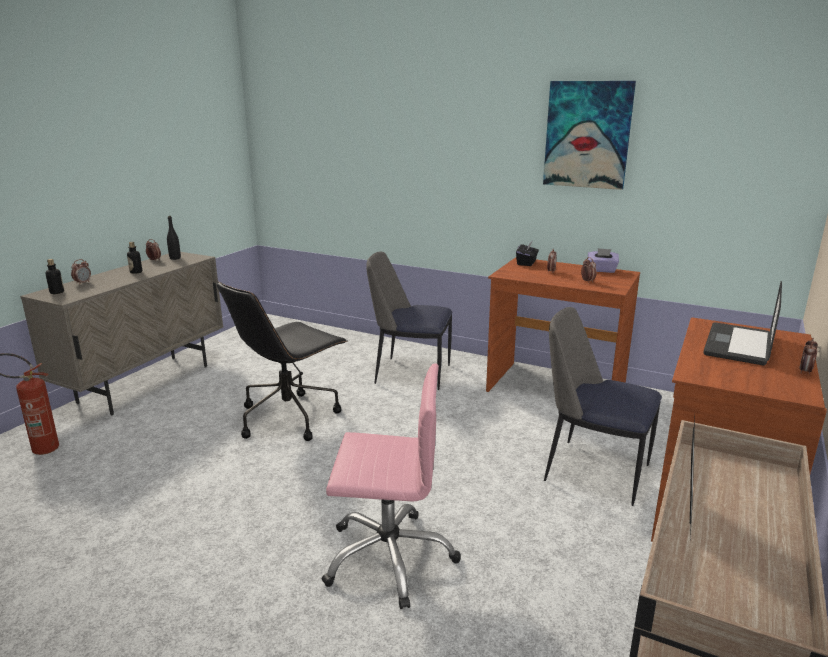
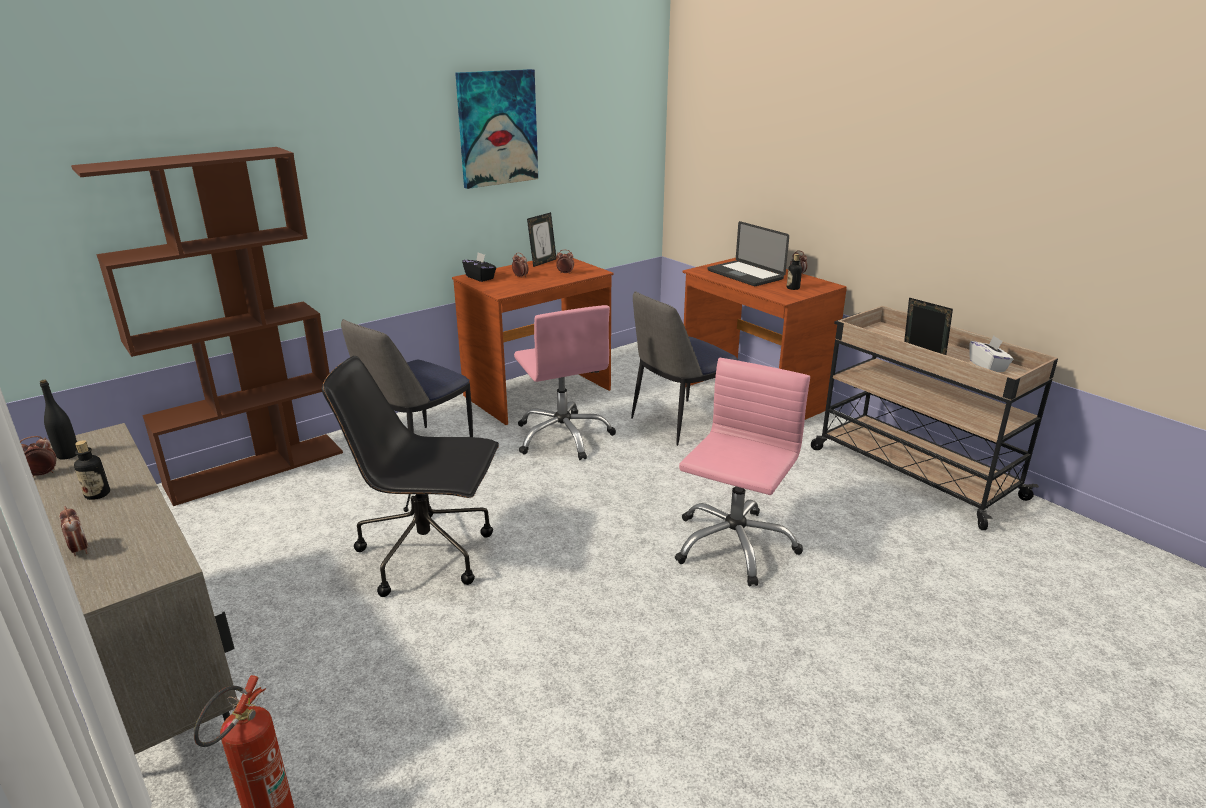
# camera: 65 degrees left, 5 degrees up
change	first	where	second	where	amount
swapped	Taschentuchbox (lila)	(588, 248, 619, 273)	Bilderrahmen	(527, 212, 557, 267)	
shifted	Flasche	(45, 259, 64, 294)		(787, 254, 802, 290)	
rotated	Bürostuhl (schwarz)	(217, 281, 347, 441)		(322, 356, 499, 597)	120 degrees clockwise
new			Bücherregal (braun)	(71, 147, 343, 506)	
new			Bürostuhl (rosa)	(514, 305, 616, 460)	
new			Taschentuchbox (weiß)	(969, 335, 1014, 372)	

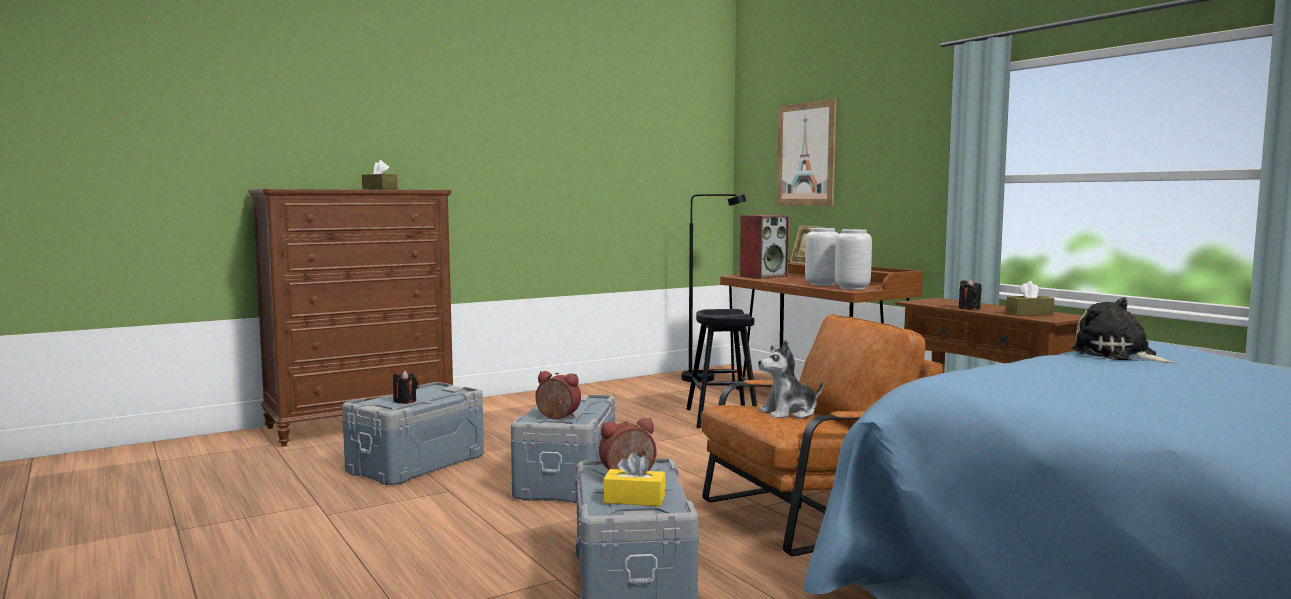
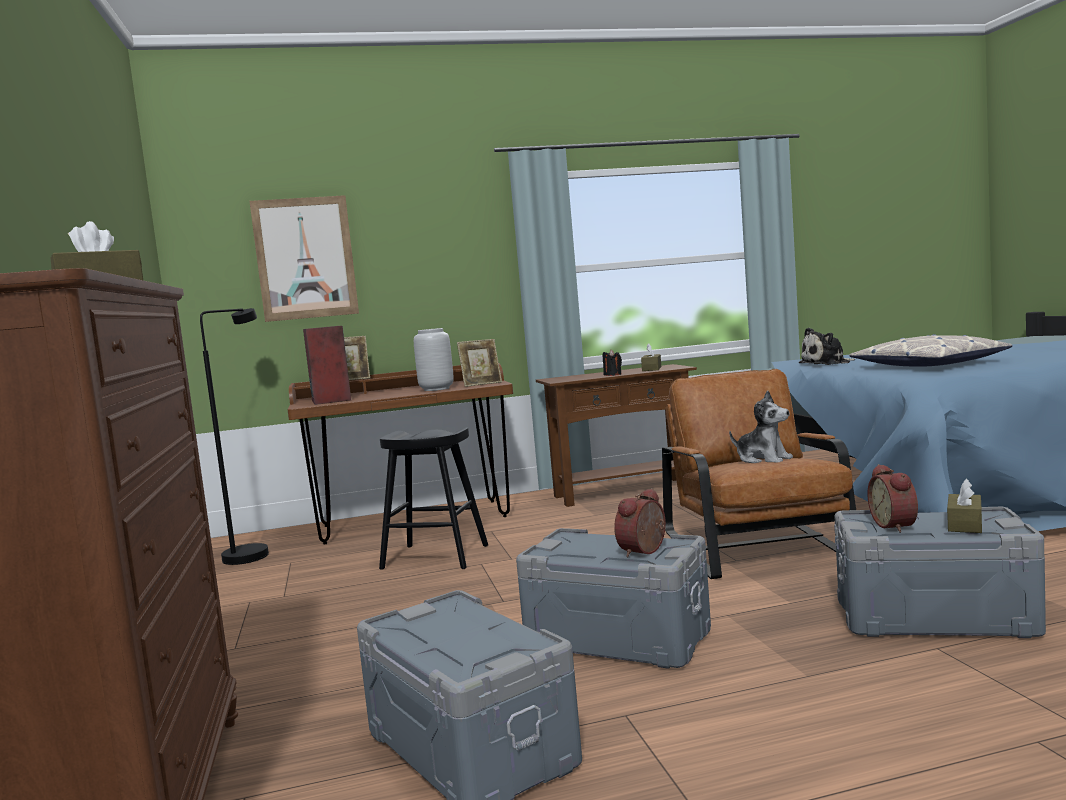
# camera: 70 degrees left, 0 degrees up
change	first	where	second	where	amount
swapped	Vase (grau)	(835, 229, 872, 290)	Bilderrahmen	(457, 339, 502, 387)	
rotated	Plüschtier	(758, 340, 823, 419)		(729, 391, 793, 463)	45 degrees counterclockwise
gone	Kerze (schwarz)	(393, 370, 417, 404)			
repainted	Taschentuchbox (gelb)	(603, 452, 666, 506)	Taschentuchbox (braun)	(947, 478, 982, 533)	
new			Kissen	(849, 334, 1013, 367)	

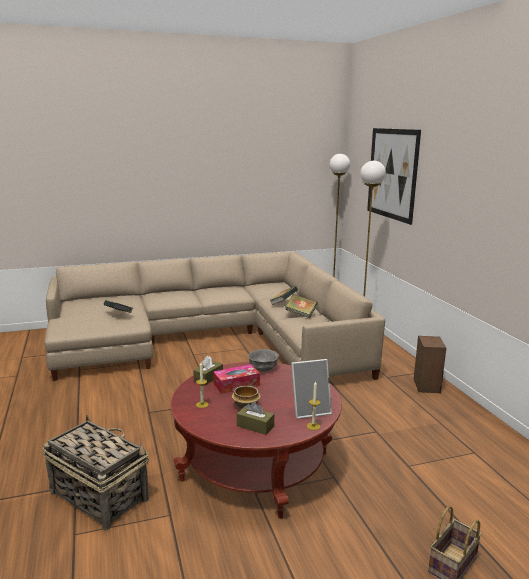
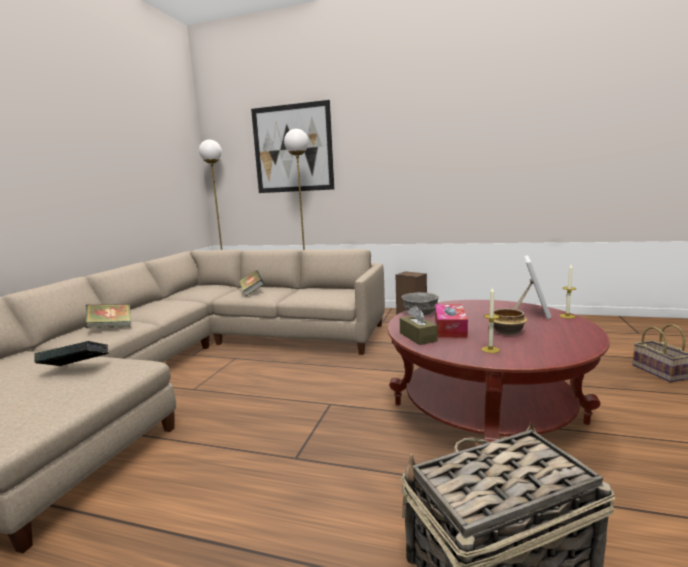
# camera: 55 degrees left, 5 degrees down
change	first	where	second	where	amount
shifted	Buch	(285, 294, 317, 318)		(85, 304, 131, 328)	
gone	Taschentuchbox (braun)	(237, 401, 274, 435)			

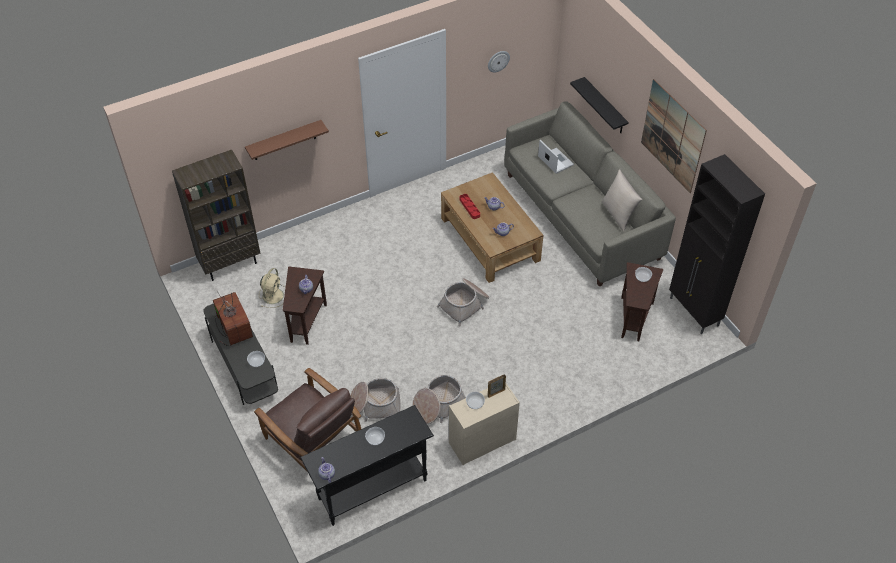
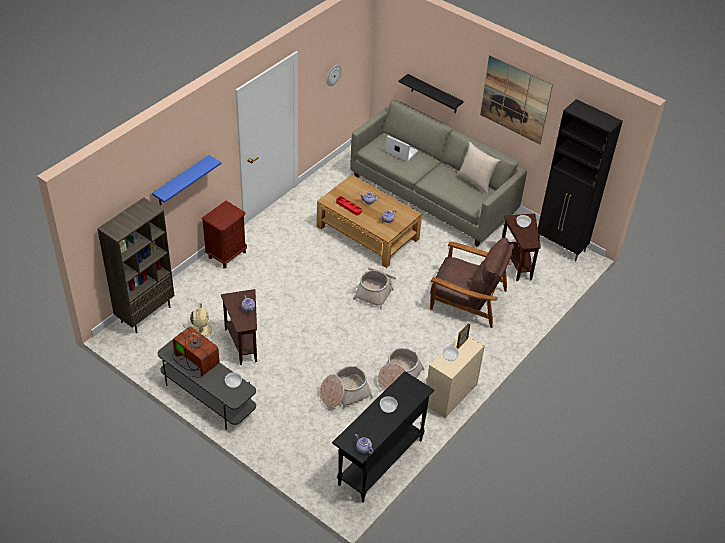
# camera: 25 degrees left, 5 degrees down
change	first	where	second	where	amount
repainted	Wandregal (braun)	(245, 120, 329, 160)	Wandregal (blau)	(152, 155, 221, 205)	
shifted	Sessel (braun)	(254, 368, 361, 471)		(430, 238, 514, 328)	
new			Nachttisch (braun)	(202, 201, 247, 268)	

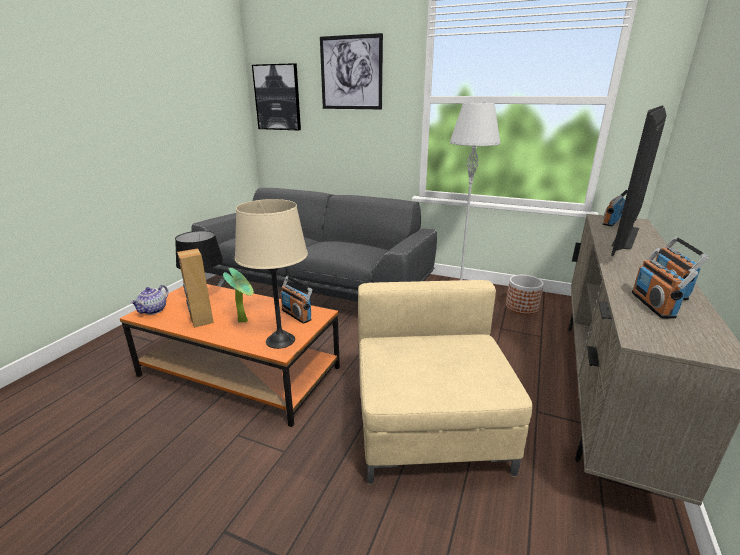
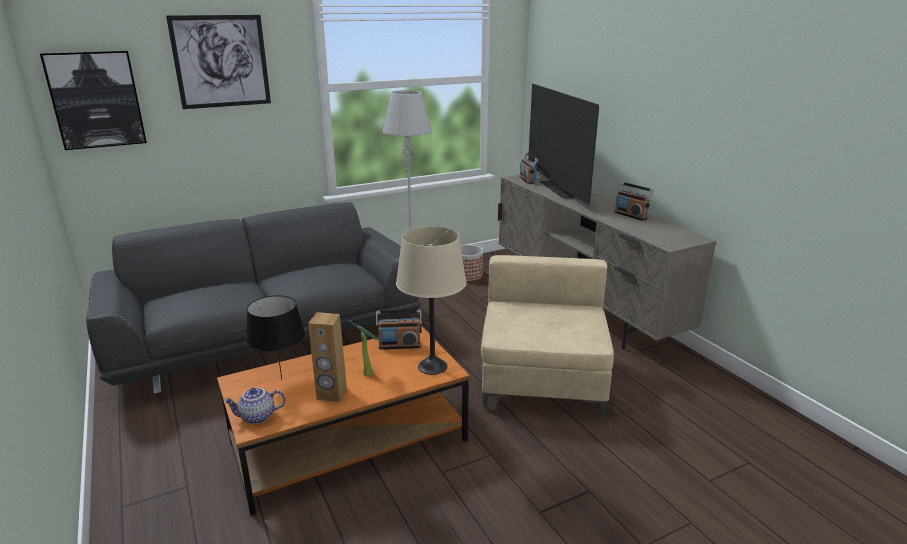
# camera: 50 degrees left, 0 degrees up
change	first	where	second	where	amount
gone	Radio	(631, 248, 698, 319)			
rotated	Sessel (beige)	(358, 280, 533, 484)		(481, 255, 614, 418)	60 degrees clockwise
rotated	Teekanne	(130, 285, 168, 315)		(223, 388, 285, 424)	105 degrees clockwise

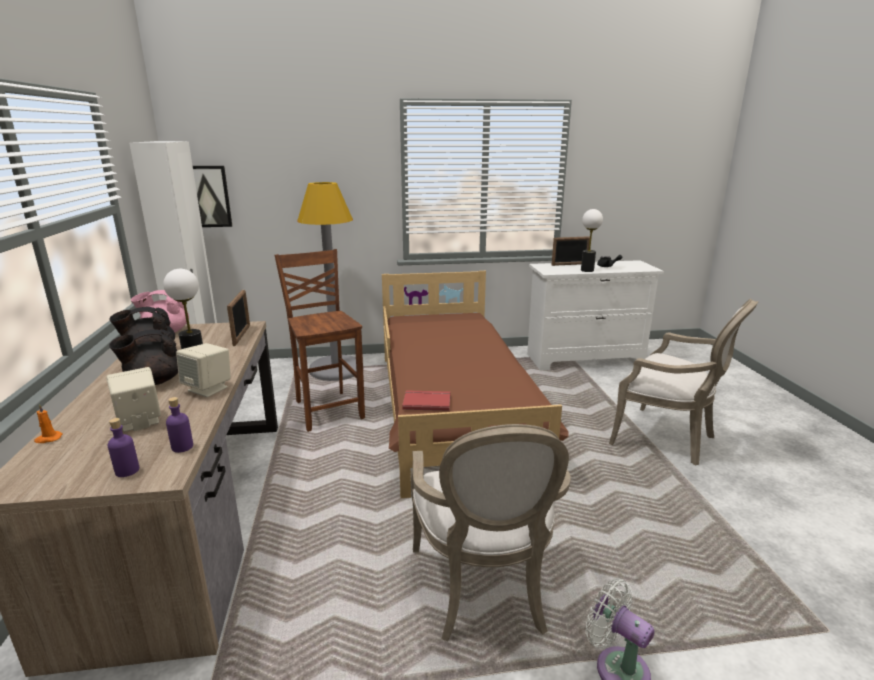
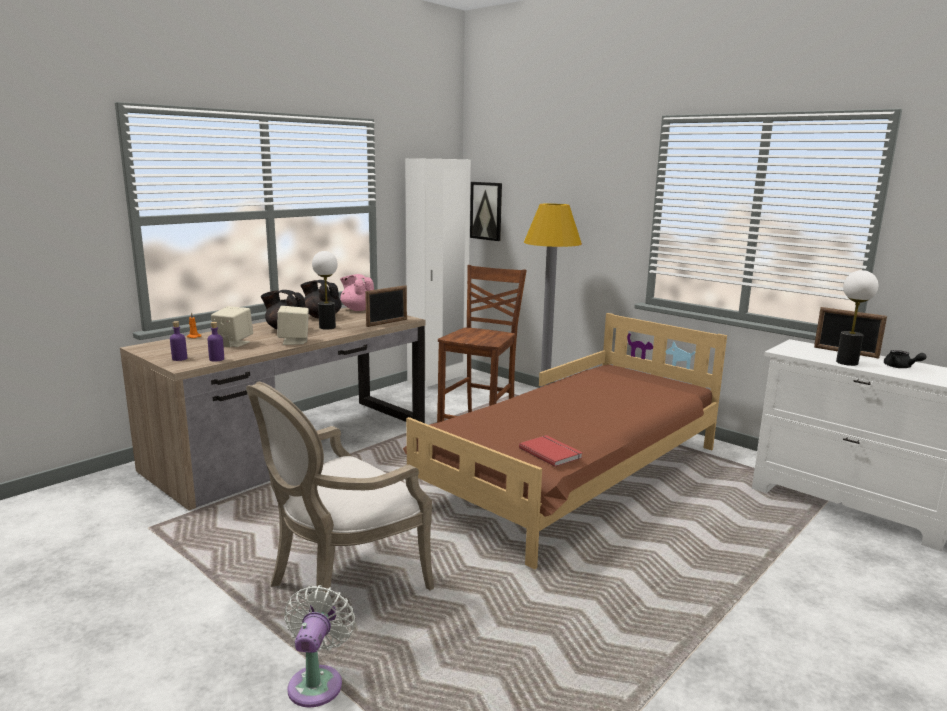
# camera: 50 degrees right, 5 degrees down
change	first	where	second	where	amount
gone	Sessel	(609, 299, 758, 466)			
shifted	Buch (rot)	(402, 390, 451, 411)		(519, 435, 583, 467)	

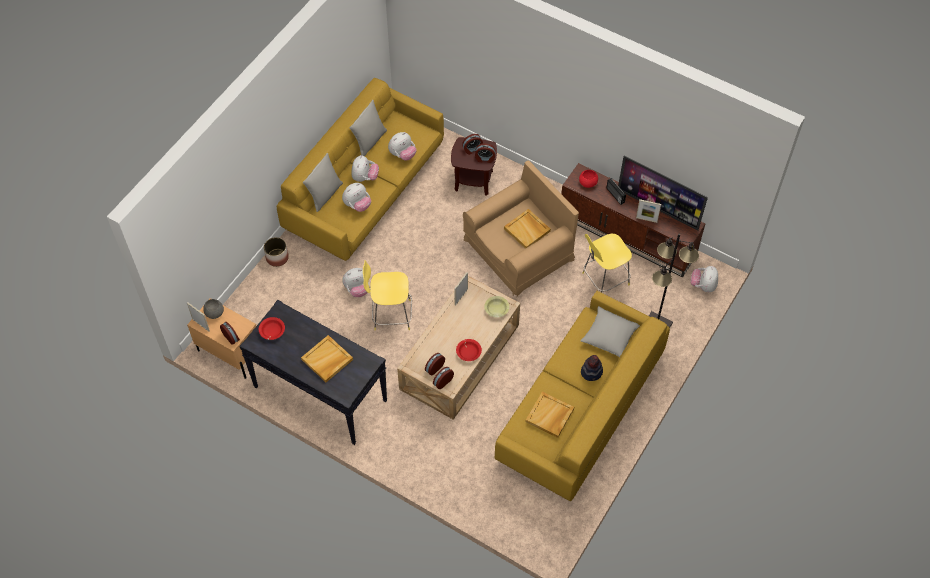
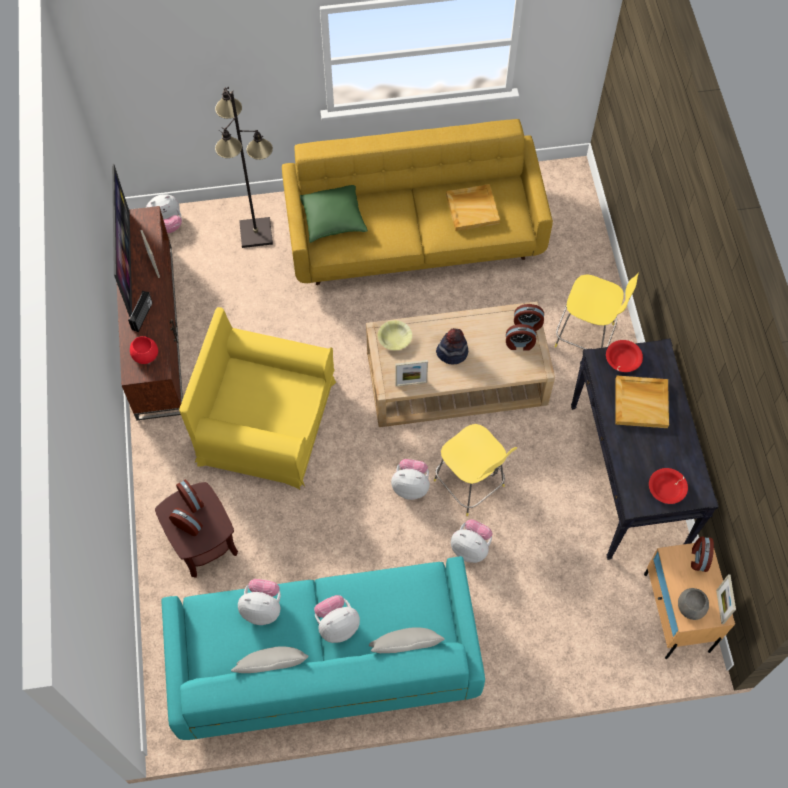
# camera: 130 degrees left, 5 degrees up
change	first	where	second	where	amount
repainted	Sofa (gelb)	(277, 78, 444, 261)	Sofa (türkis)	(161, 556, 485, 740)	
repainted	Sessel (braun)	(463, 160, 579, 296)	Sessel (gelb)	(179, 307, 336, 490)	
shifted	Plüschtier	(342, 183, 371, 212)		(391, 459, 430, 500)	
gone	Tablett (beige)	(504, 209, 551, 249)			
shifted	Hocker (gelb)	(582, 234, 632, 293)		(555, 272, 639, 349)	
gone	Pflanzkübel	(264, 237, 289, 267)			
repainted	Kissen (grau)	(580, 306, 640, 357)	Kissen (grün)	(300, 185, 368, 243)	
shifted	Schüssel (rot)	(456, 339, 482, 361)		(606, 340, 643, 372)	
shifted	Hut	(581, 355, 603, 381)		(436, 328, 468, 364)	

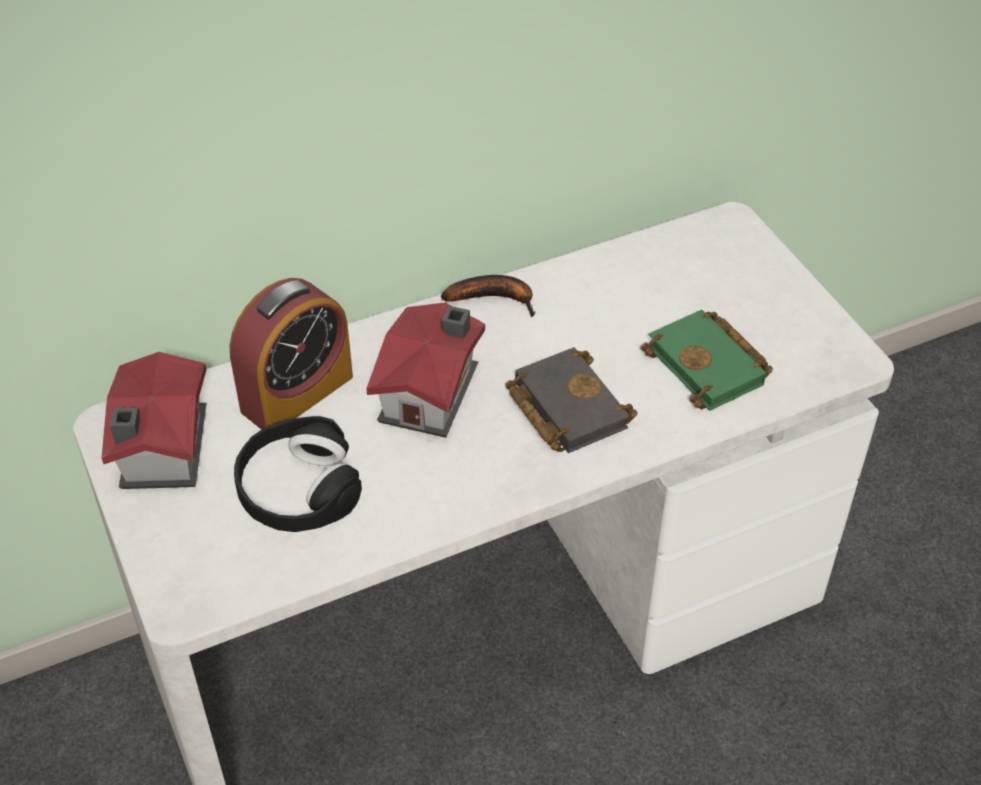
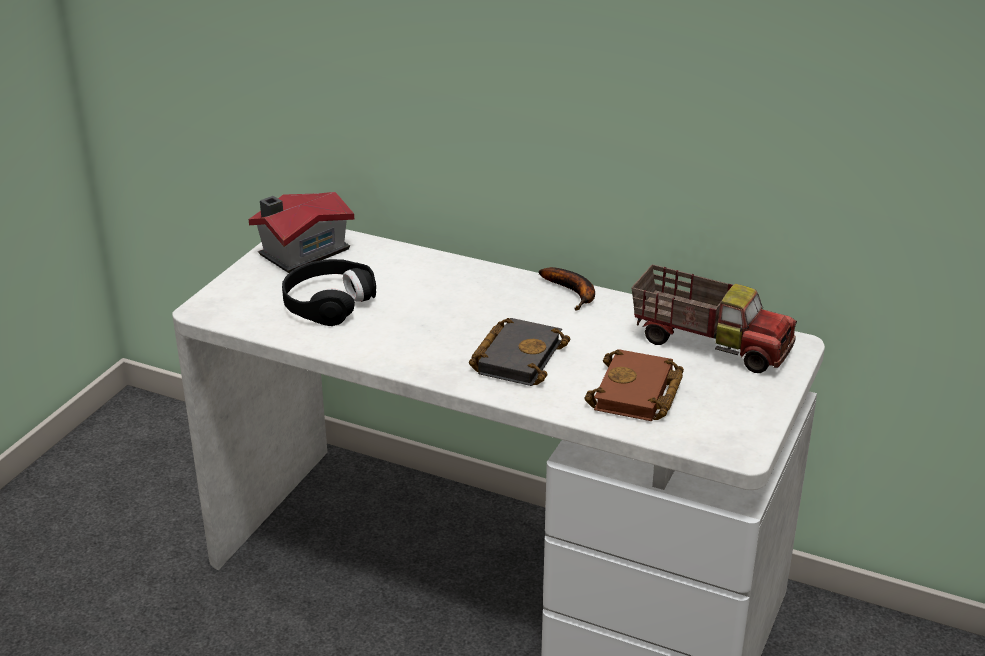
# camera: 50 degrees right, 15 degrees down
change	first	where	second	where	amount
gone	Wecker	(230, 278, 353, 430)			
gone	Spielzeughaus	(366, 303, 485, 438)			
repainted	Buch (grün)	(641, 310, 773, 411)	Buch (braun)	(584, 349, 684, 421)	
new			Spielzeuglaster	(631, 264, 797, 373)	

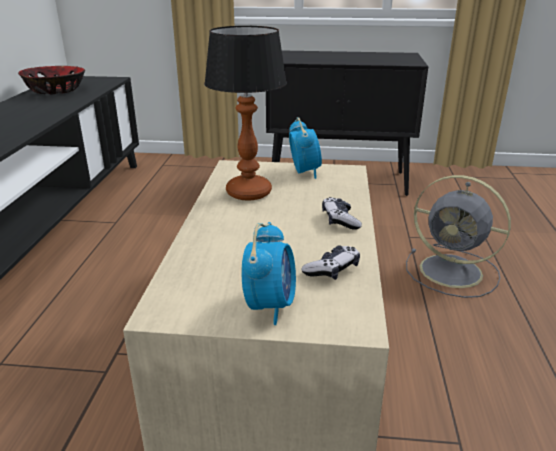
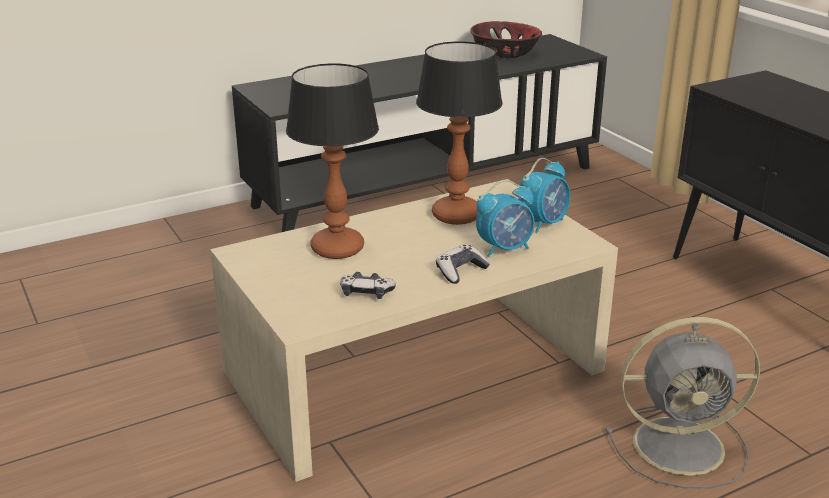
# camera: 55 degrees right, 0 degrees up
change	first	where	second	where	amount
rotated	Ventilator (grau)	(406, 175, 511, 298)		(606, 317, 760, 488)	90 degrees counterclockwise
shifted	Wecker	(241, 222, 296, 325)		(476, 179, 535, 257)	
new			Tischlampe	(286, 63, 379, 259)	

